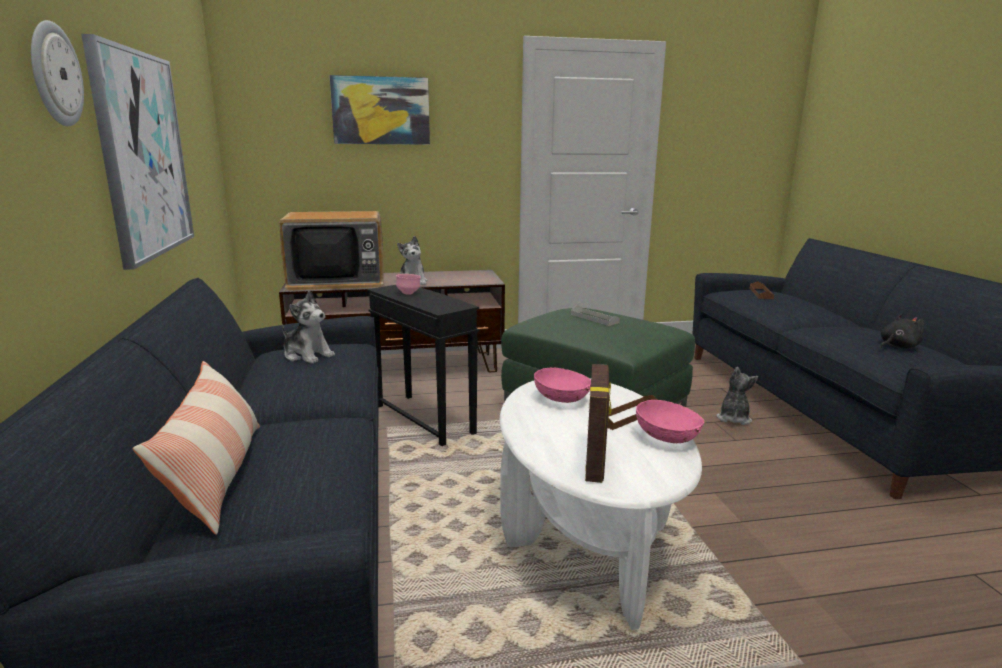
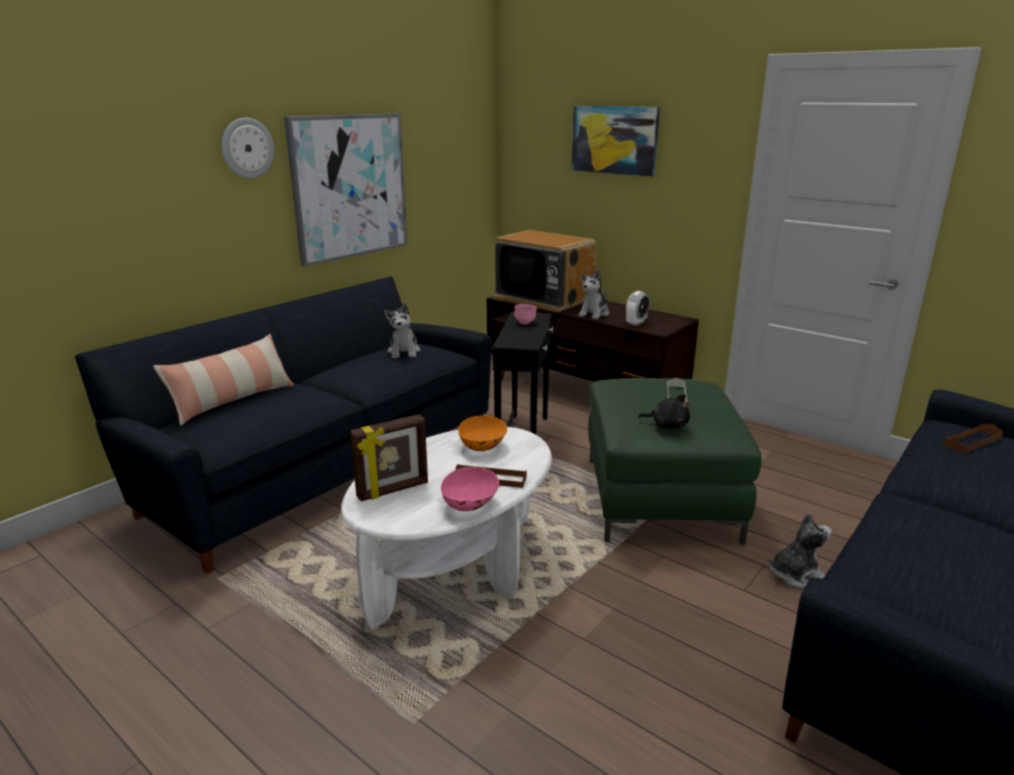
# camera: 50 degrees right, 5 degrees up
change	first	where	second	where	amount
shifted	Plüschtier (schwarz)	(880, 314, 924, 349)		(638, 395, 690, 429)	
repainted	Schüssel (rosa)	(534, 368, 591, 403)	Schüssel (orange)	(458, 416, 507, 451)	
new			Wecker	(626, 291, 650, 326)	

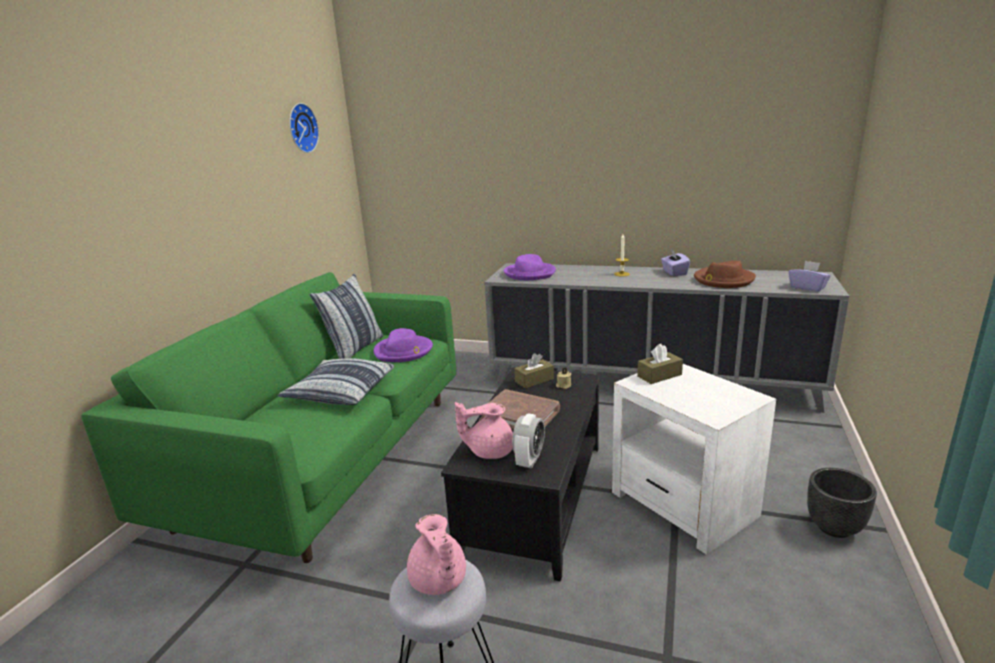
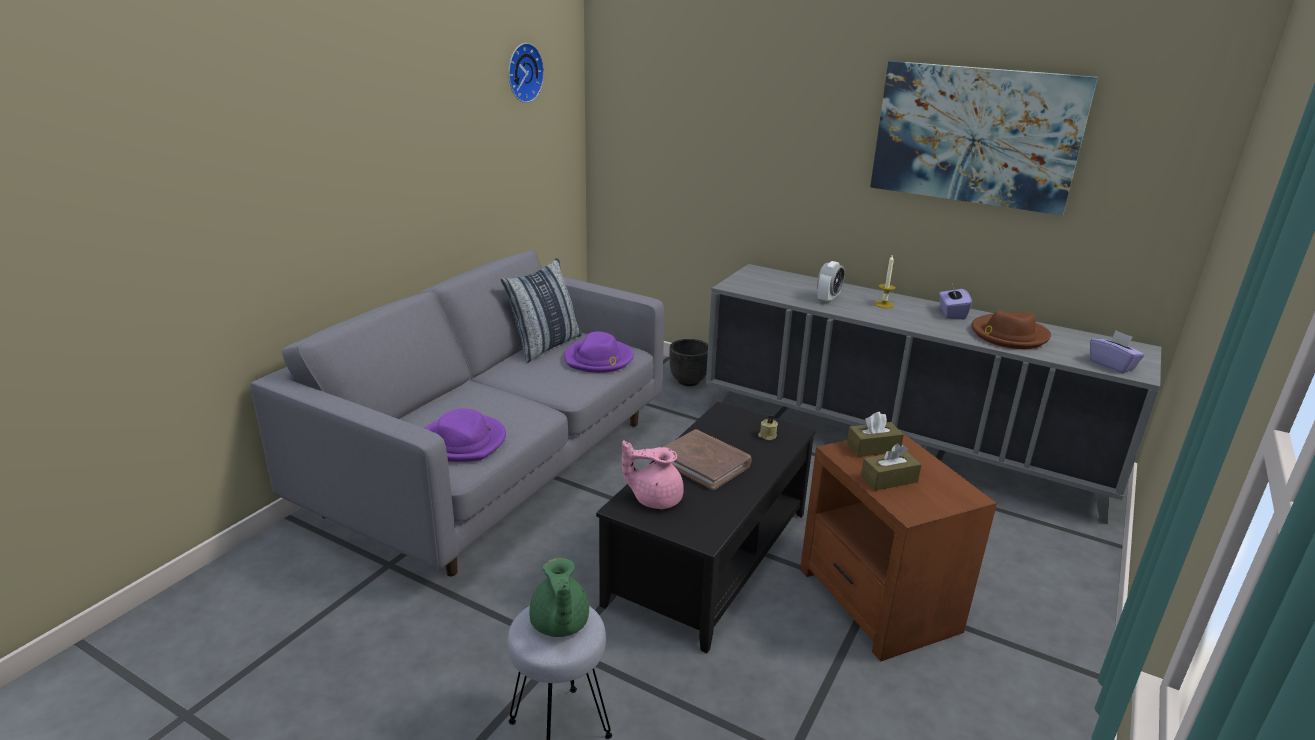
# camera: 10 degrees right, 5 degrees up
change	first	where	second	where	amount
shifted	Hut (lila)	(504, 254, 556, 280)		(424, 408, 506, 462)	
repainted	Sofa (grün)	(81, 272, 456, 563)	Sofa (grau)	(250, 250, 664, 577)	
shifted	Taschentuchbox (braun)	(514, 353, 554, 388)		(861, 444, 922, 491)	
gone	Kissen	(277, 358, 394, 405)			
repainted	Beistelltisch (weiß)	(612, 364, 776, 555)	Beistelltisch (braun)	(800, 432, 997, 662)	
shifted	Wecker	(512, 413, 545, 469)		(817, 261, 845, 304)	
shifted	Pflanzkübel (schwarz)	(807, 468, 877, 538)		(669, 339, 708, 386)	
repainted	Teekanne (rosa)	(407, 514, 466, 595)	Teekanne (grün)	(529, 558, 589, 637)	
new			Bild	(870, 61, 1098, 216)	

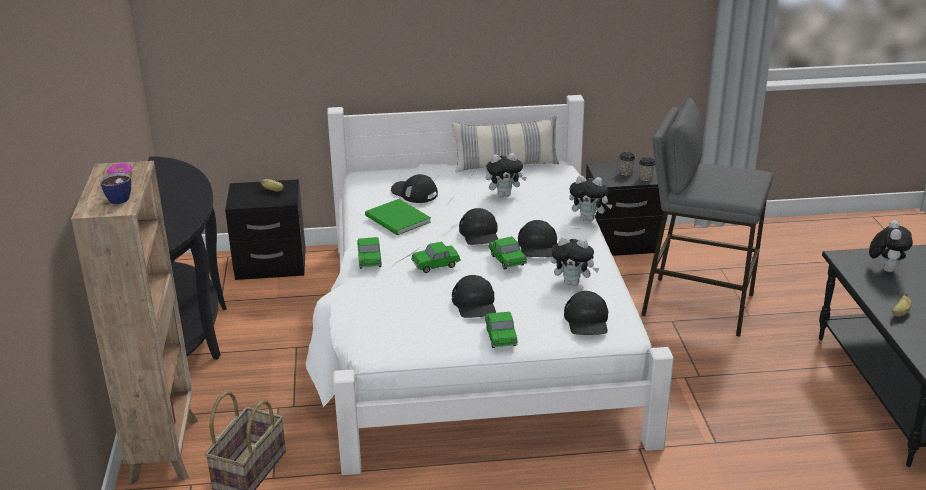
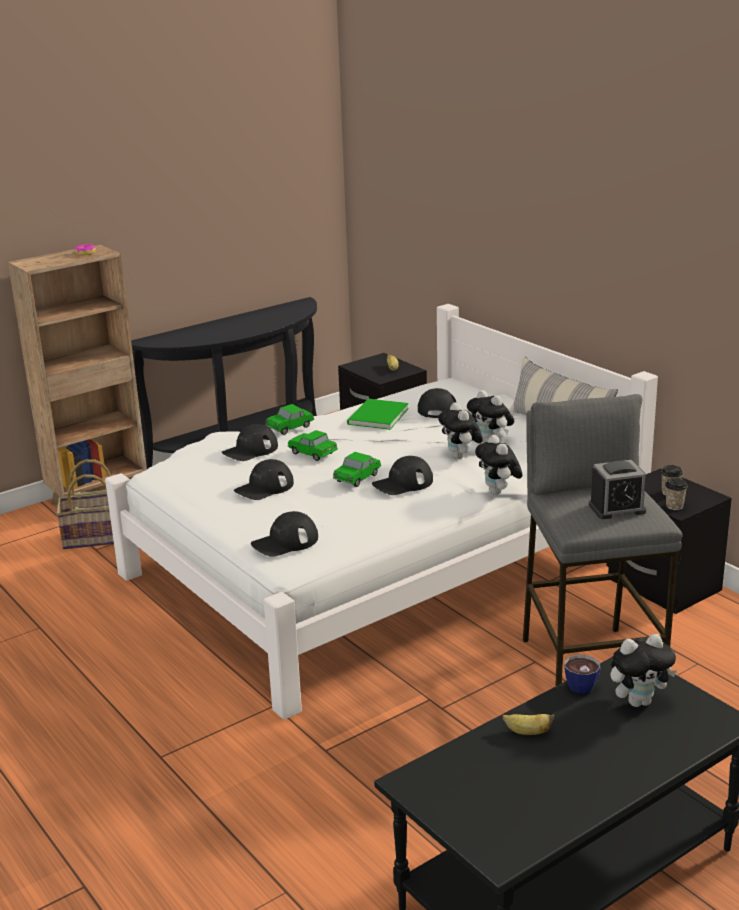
# camera: 60 degrees right, 5 degrees down
change	first	where	second	where	amount
shifted	Tasse	(100, 173, 131, 204)		(564, 655, 601, 694)	
shifted	Kappe (schwarz)	(459, 208, 498, 245)		(222, 424, 278, 461)	
shifted	Plüschtier	(551, 236, 599, 286)		(438, 402, 483, 459)	
gone	Spielzeugauto	(485, 312, 518, 348)			
new			Wecker	(589, 460, 646, 519)	

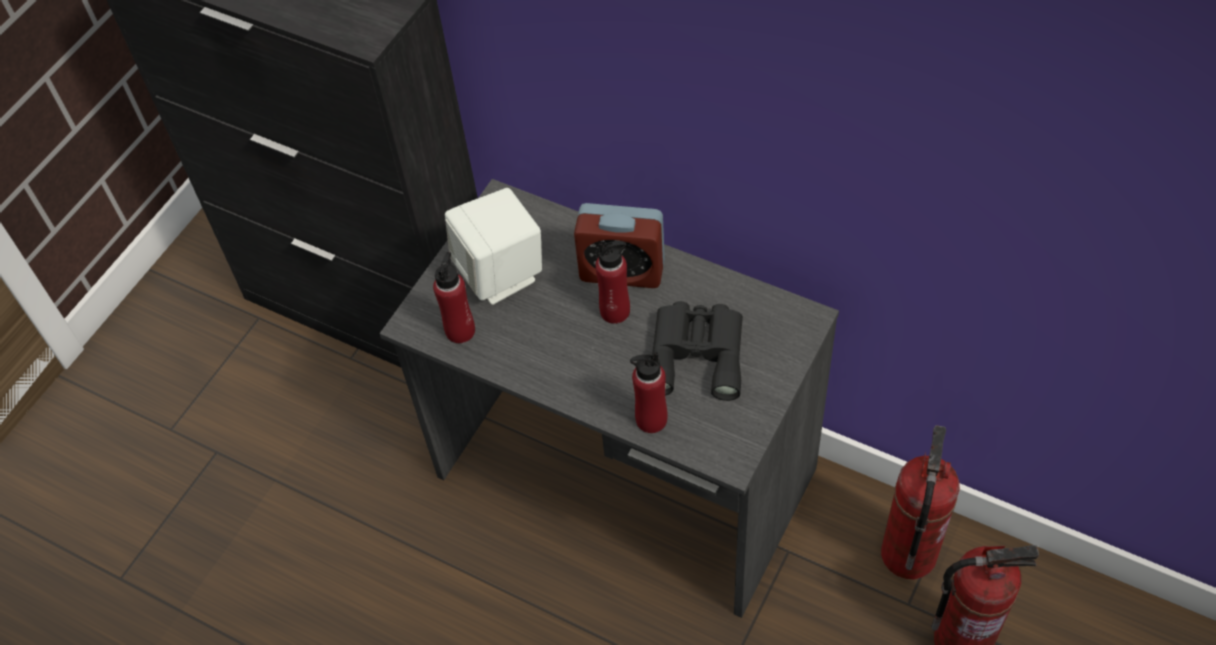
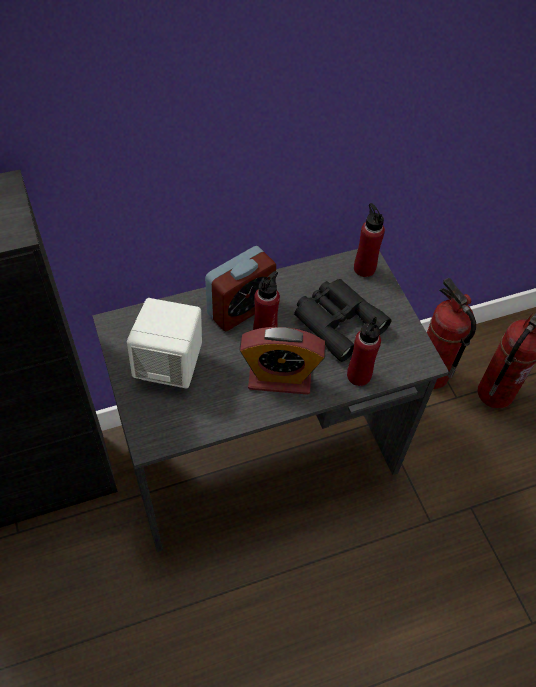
# camera: 55 degrees left, 0 degrees up
change	first	where	second	where	amount
shifted	Flasche (rot)	(433, 252, 475, 343)		(354, 203, 385, 277)	
new			Wecker	(239, 327, 326, 395)	

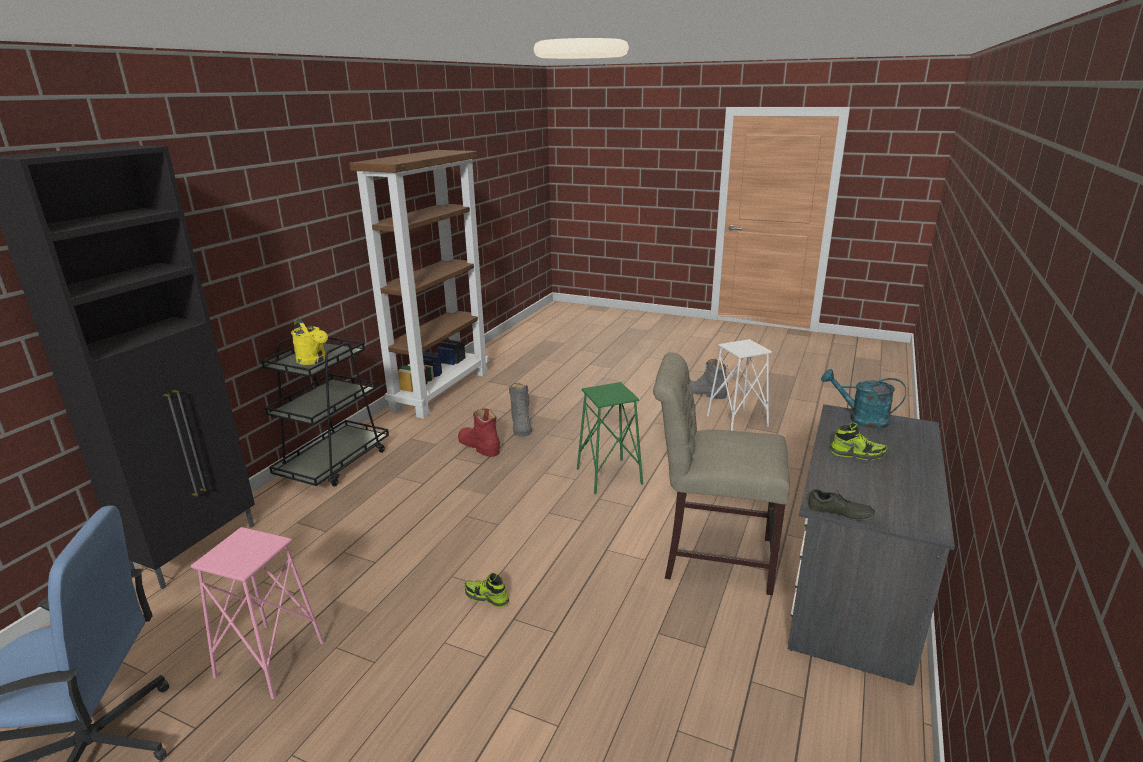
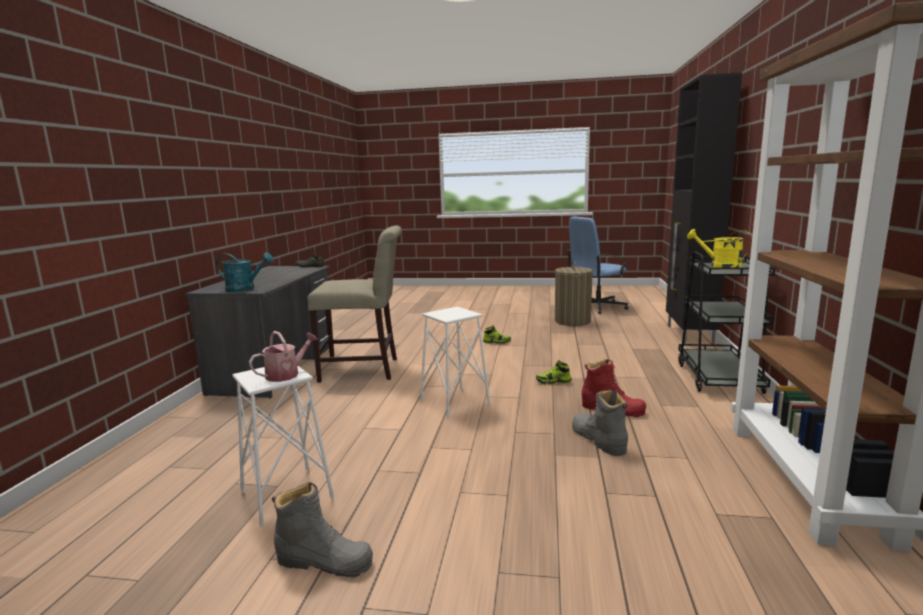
# camera: 165 degrees right, 10 degrees down
change	first	where	second	where	amount
repainted	Hocker (grün)	(577, 382, 643, 494)	Hocker (weiß)	(420, 307, 490, 418)	
shifted	Schuh	(830, 423, 888, 460)		(536, 360, 571, 385)	
swapped	Hocker (rosa)	(191, 527, 324, 699)	Wäschekorb	(555, 261, 593, 326)	
new			Gießkanne	(249, 331, 318, 382)	

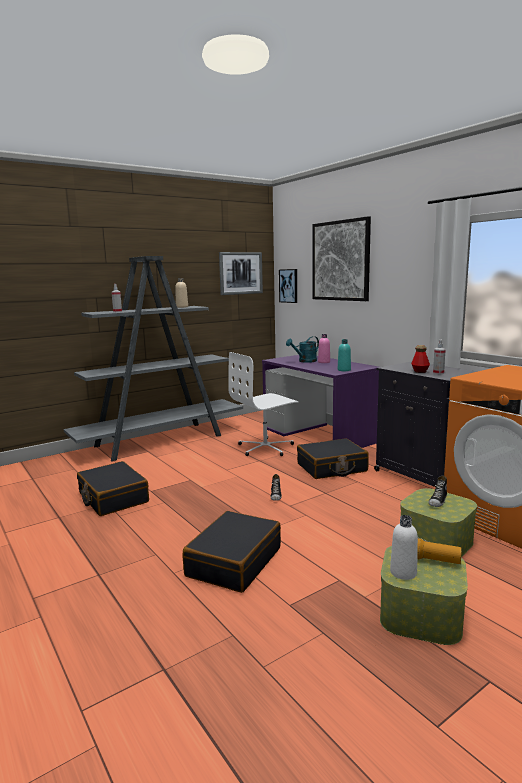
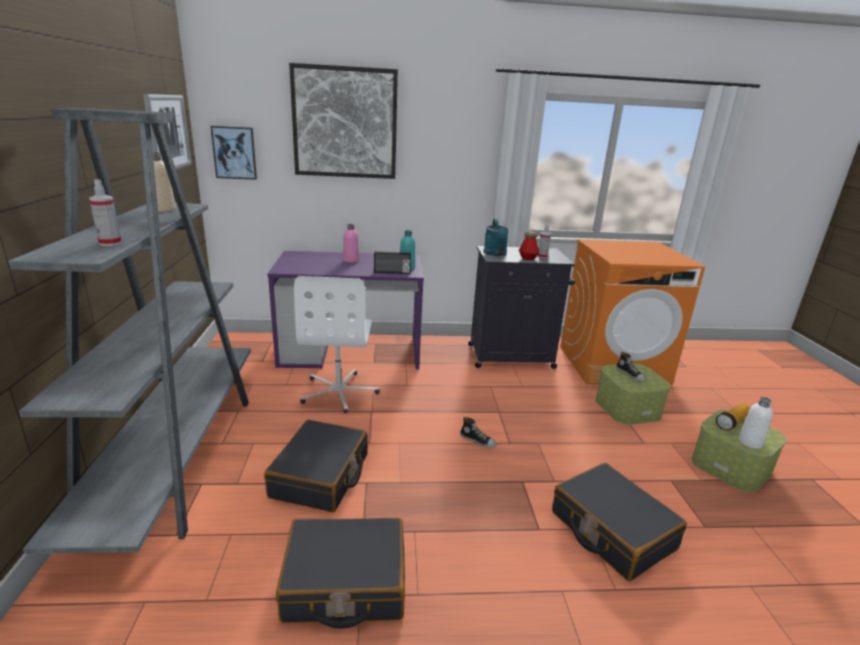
# camera: 60 degrees left, 10 degrees up
change	first	where	second	where	amount
shifted	Gießkanne (türkis)	(286, 336, 319, 363)		(484, 219, 509, 256)	
shifted	Koffer (schwarz)	(297, 438, 369, 479)		(264, 420, 368, 513)	
new			Radio	(374, 251, 411, 274)	

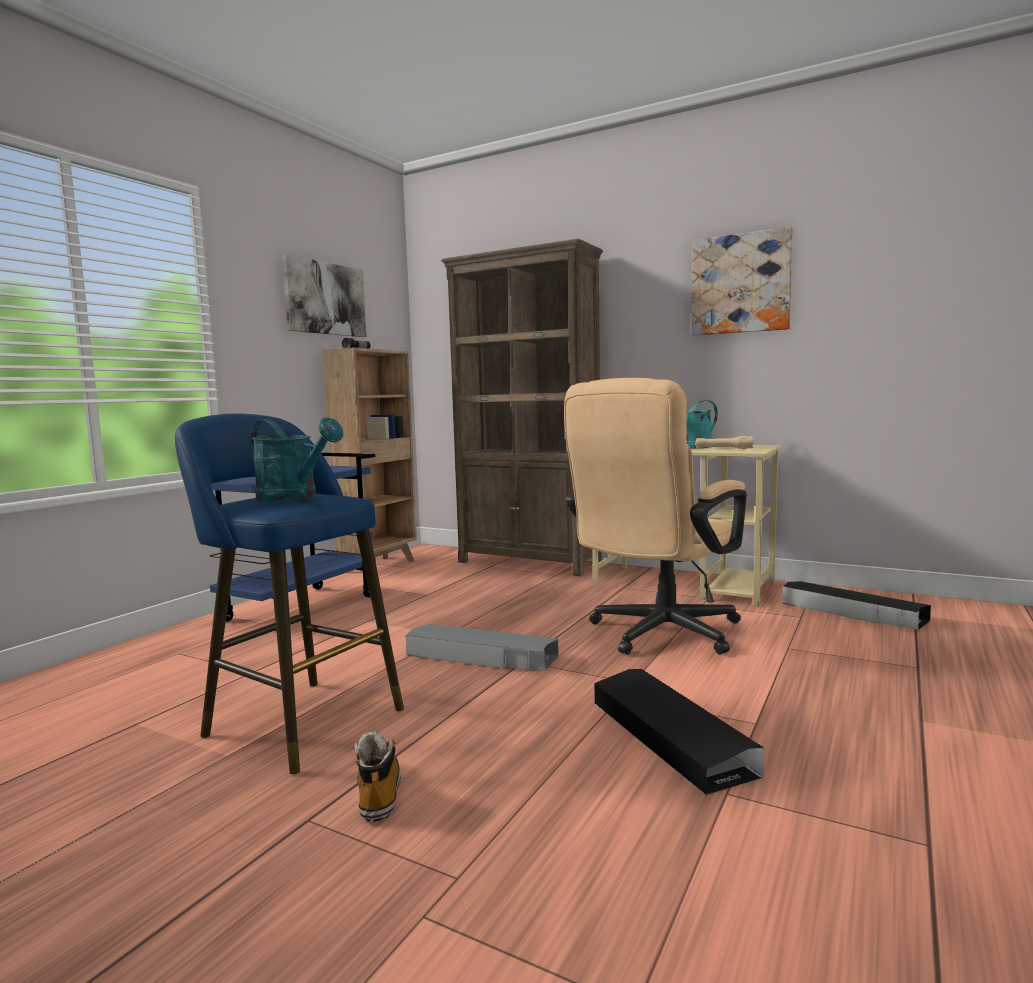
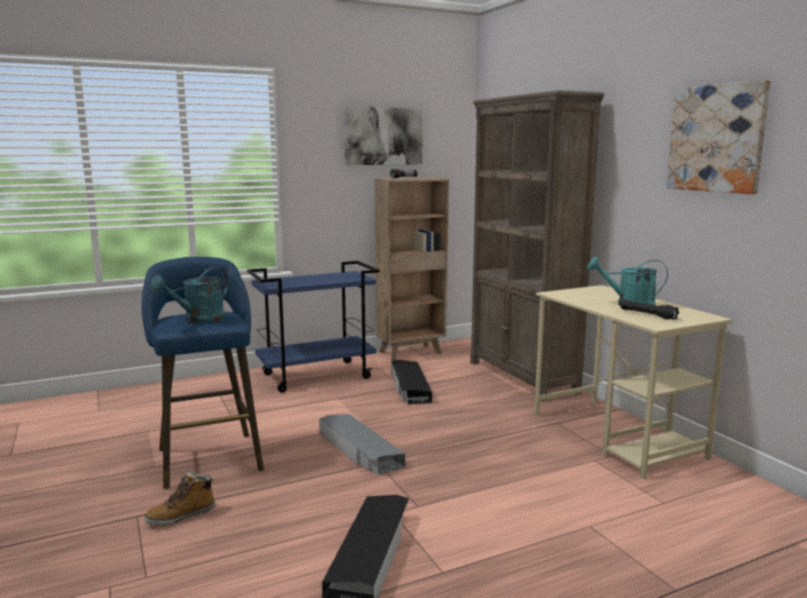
# camera: 35 degrees right, 5 degrees up
change	first	where	second	where	amount
gone	Bürostuhl (beige)	(564, 378, 747, 655)			
rotated	Gießkanne (türkis)	(250, 417, 343, 502)		(150, 267, 229, 324)	60 degrees clockwise
repainted	Taschenlampe (beige)	(695, 436, 754, 449)	Taschenlampe (schwarz)	(621, 300, 679, 320)	
shifted	Aufbewahrungsbox (schwarz)	(782, 581, 931, 630)		(391, 360, 432, 404)	
rotated	Stiefel	(354, 731, 401, 822)		(144, 472, 215, 526)	150 degrees counterclockwise

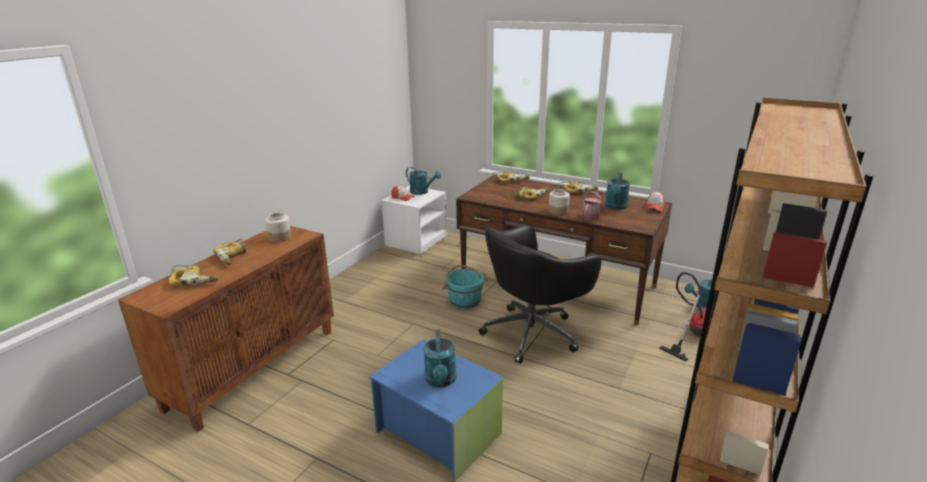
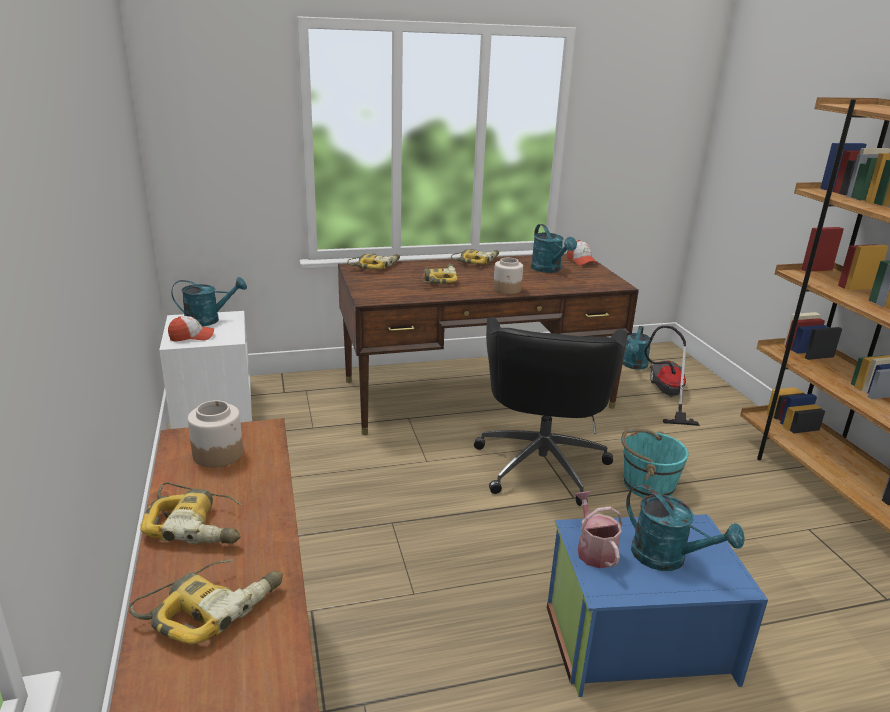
# camera: 45 degrees left, 0 degrees up
change	first	where	second	where	amount
shifted	Gießkanne	(581, 190, 602, 220)		(575, 491, 623, 569)	
shifted	Eimer (türkis)	(441, 265, 488, 309)		(621, 429, 689, 498)	

